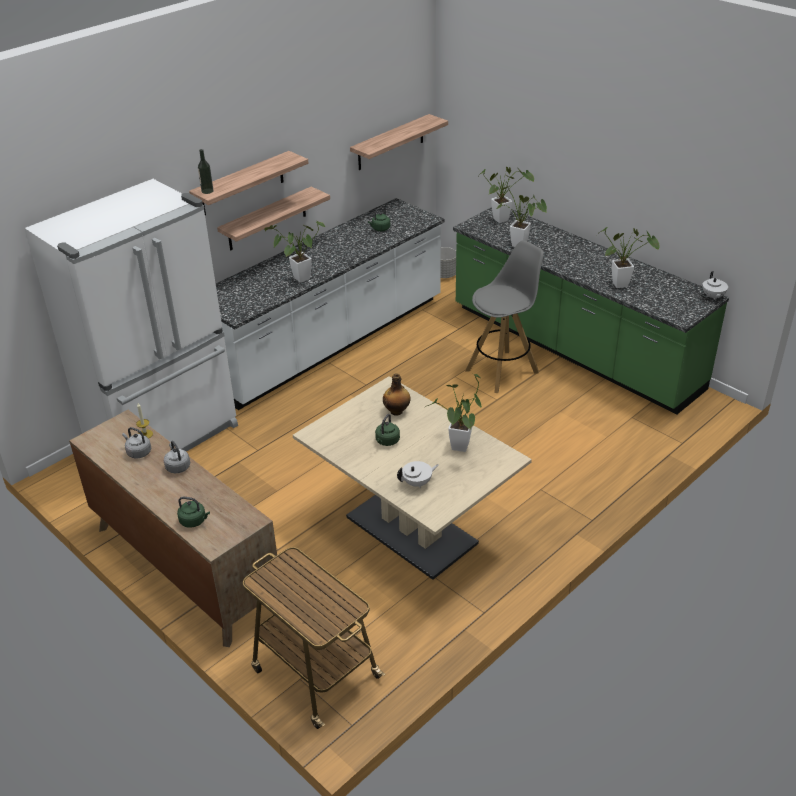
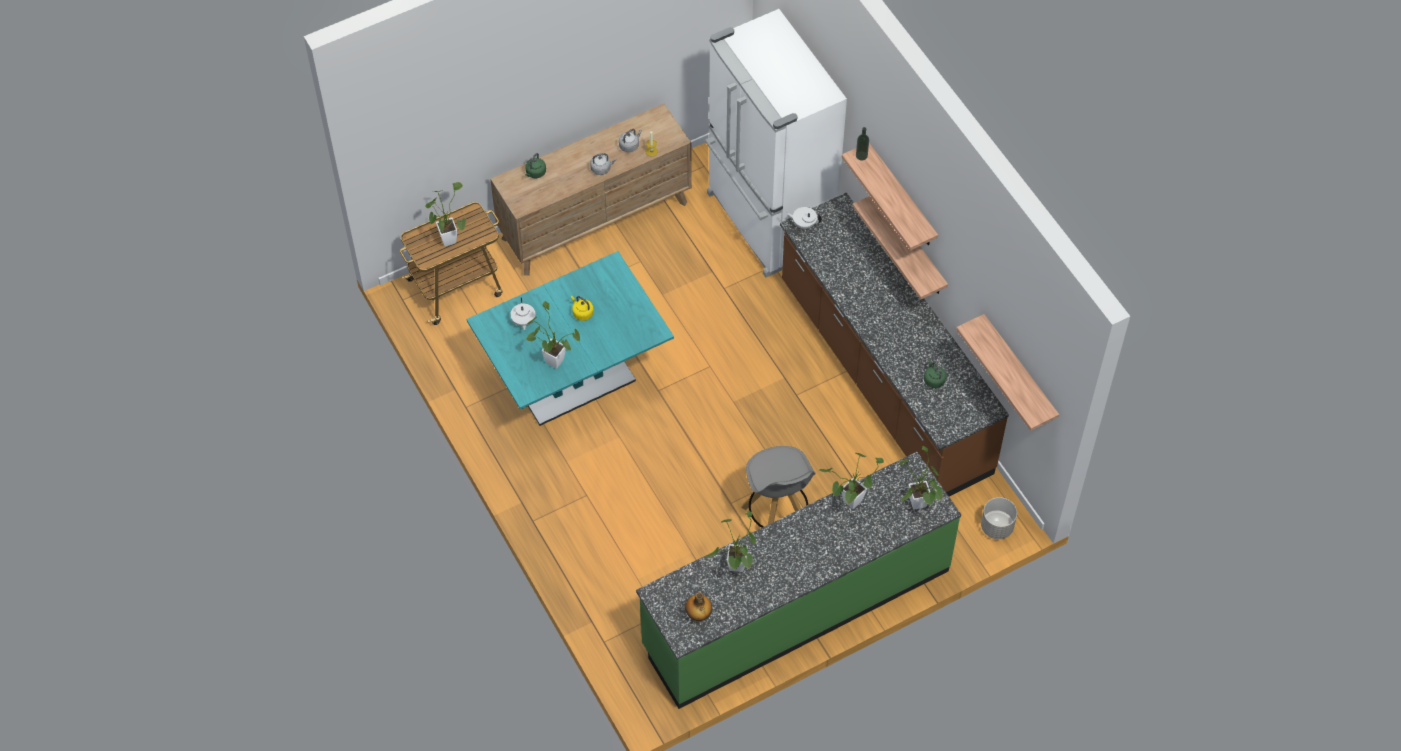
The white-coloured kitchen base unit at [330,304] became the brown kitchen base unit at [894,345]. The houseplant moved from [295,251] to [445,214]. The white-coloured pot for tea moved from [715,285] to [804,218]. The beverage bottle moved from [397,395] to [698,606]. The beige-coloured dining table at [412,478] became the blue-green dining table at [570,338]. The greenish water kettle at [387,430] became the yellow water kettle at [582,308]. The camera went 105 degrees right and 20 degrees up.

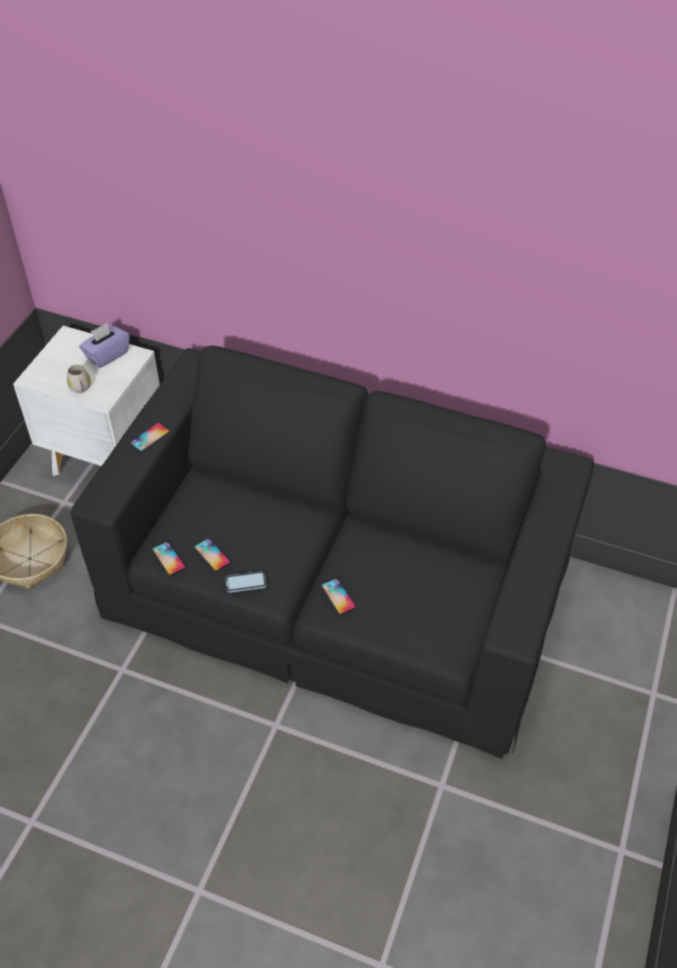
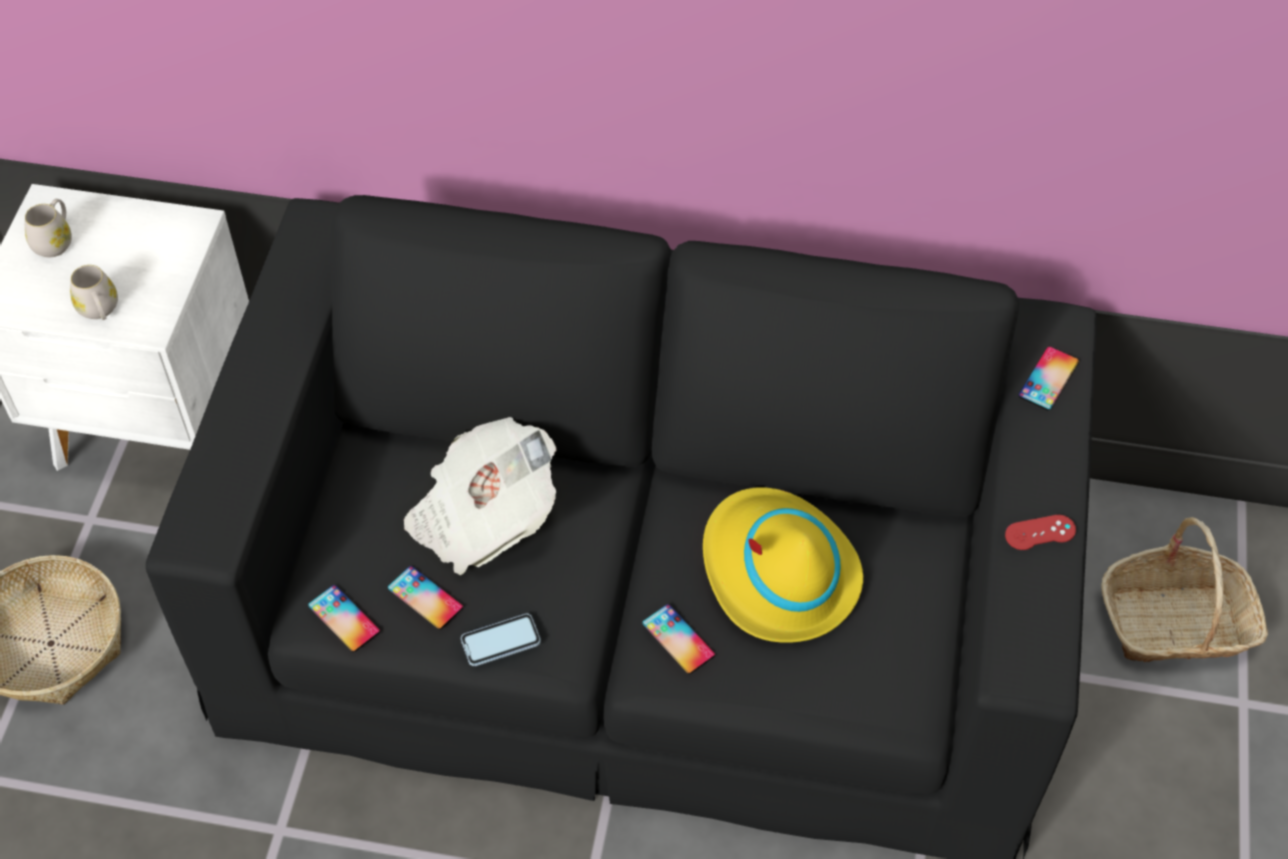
The purplish tissue holder at [104,345] disappeared. The handset moved from [150,437] to [1048,379]. The white-coloured tea mug at [48,228] appeared. The newspaper at [480,496] appeared. The yellow wearable hat at [783,565] appeared. The red joypad at [1040,532] appeared. The storage basket at [1184,589] appeared. The camera went 10 degrees left and 5 degrees up.

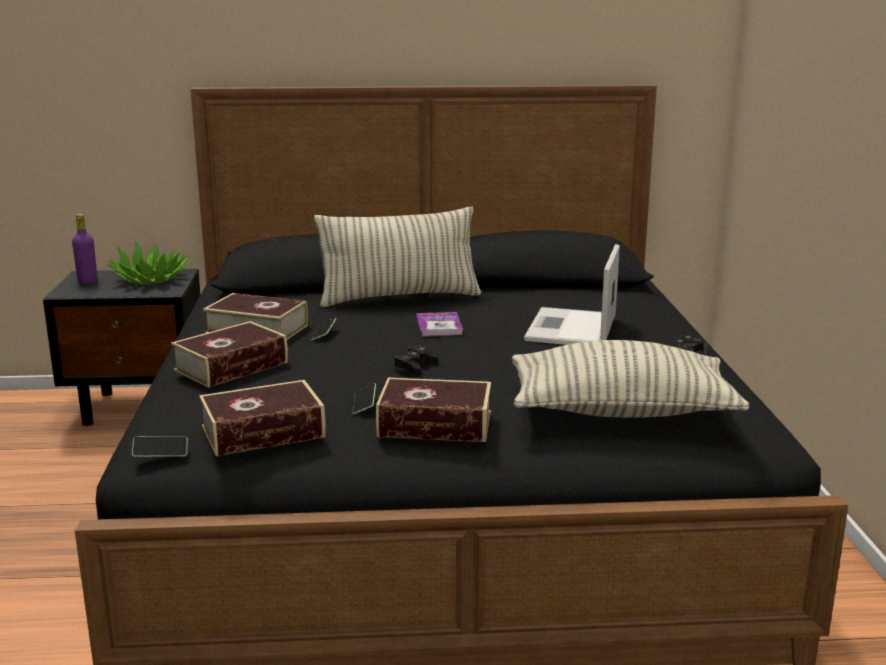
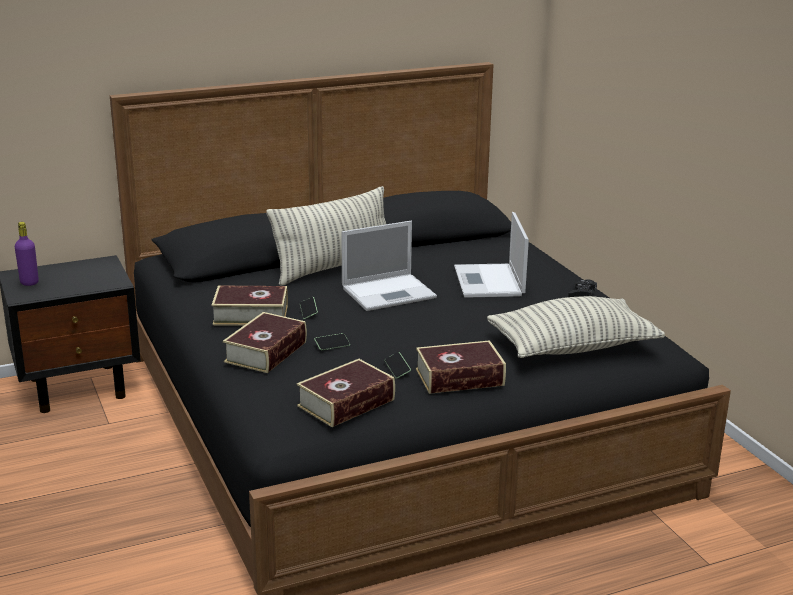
The houseplant at [149,262] disappeared. The bound book at [439,324] was replaced by the notebook computer at [389,266]. The black-coloured joypad at [415,361] disappeared. The handset moved from [160,446] to [332,341]. The camera went 20 degrees left and 5 degrees up.

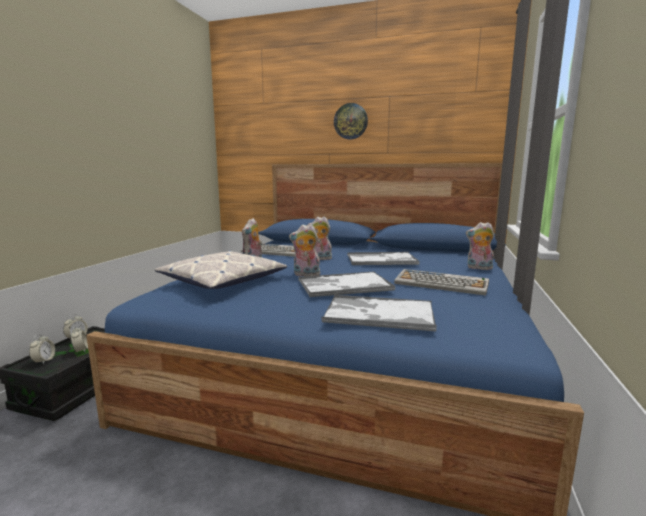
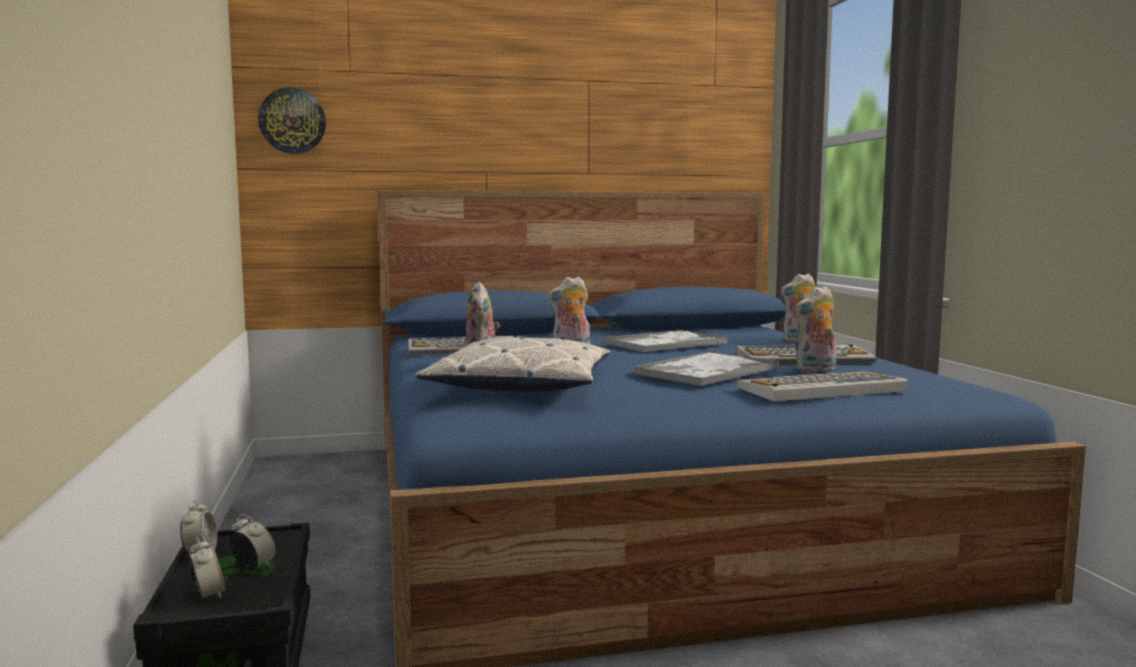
The hanging clock moved from [351,121] to [292,120]. The plush toy moved from [304,250] to [816,329]. The carrying tray at [379,313] was replaced by the PC keyboard at [822,386]. The camera went 30 degrees left and 5 degrees down.

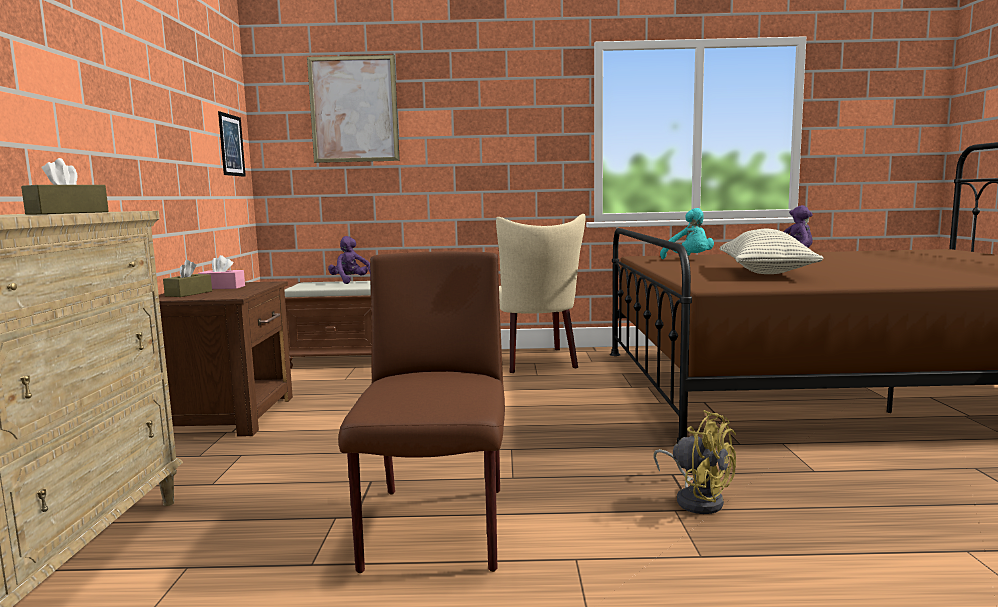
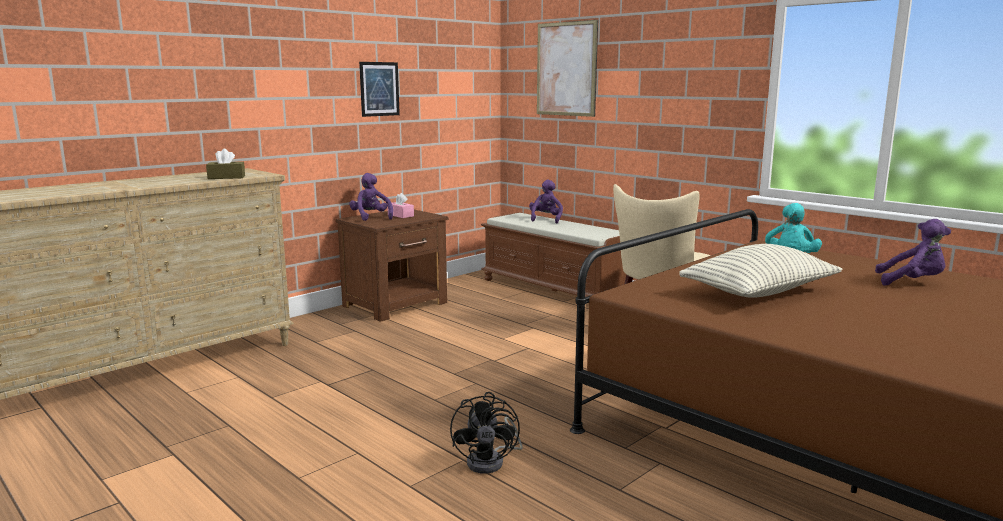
The picture moved from [232,144] to [379,89]. The brown plain chair at [421,412] disappeared. The brown tissue holder at [187,278] was replaced by the purplish plush toy at [371,197]. The yellow cooling fan at [694,462] became the black-coloured cooling fan at [486,433]. The camera went 45 degrees right and 5 degrees up.

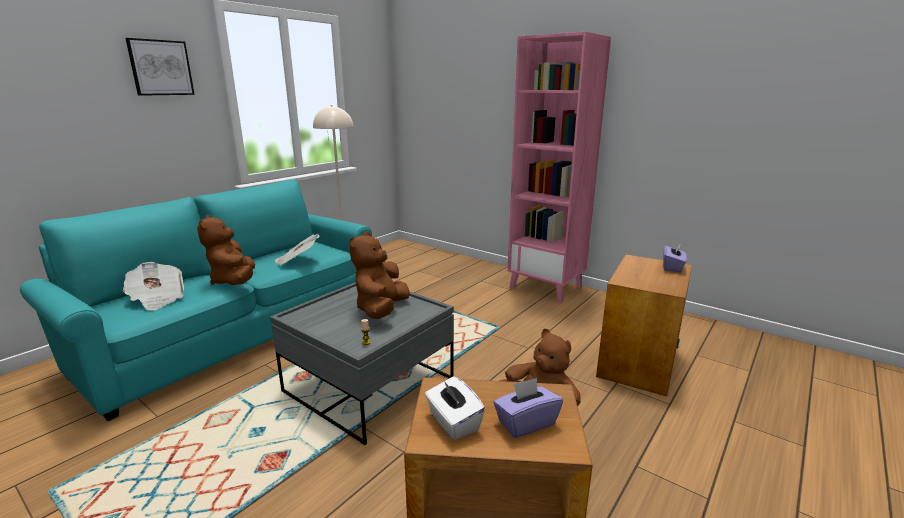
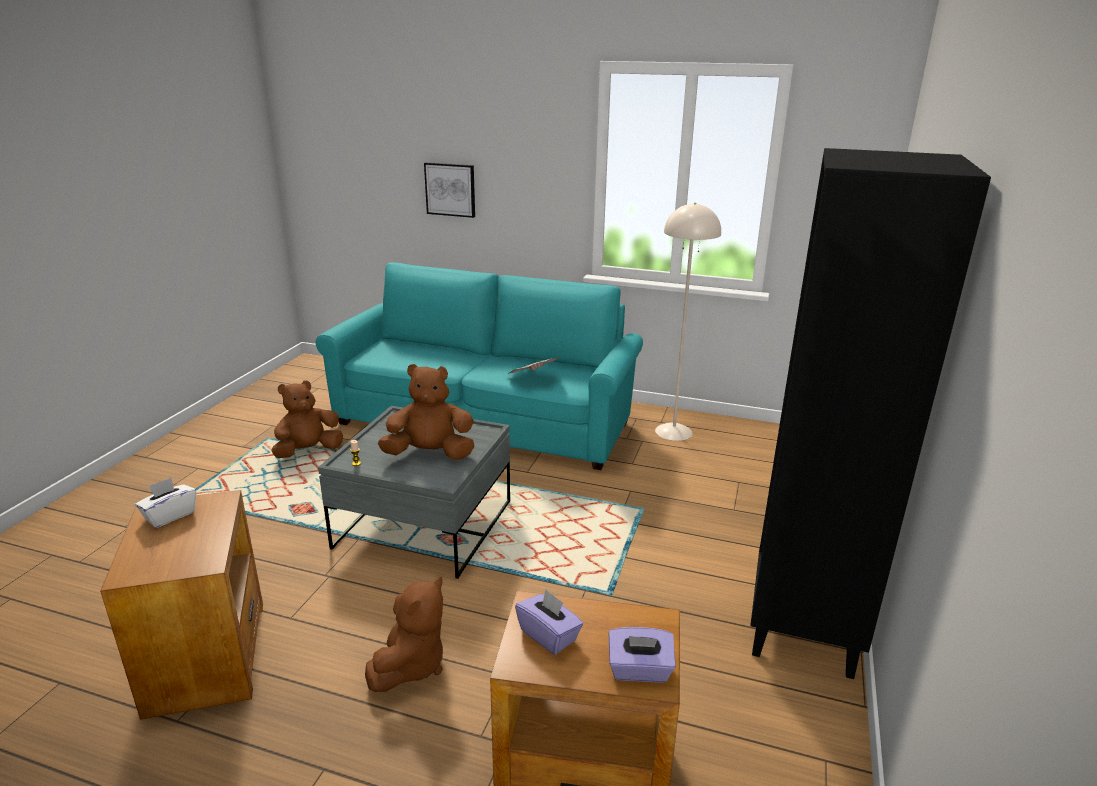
The pink bookshelf at [559,167] became the black-coloured bookshelf at [870,413]. The picture moved from [160,67] to [449,190]. The brown plush toy moved from [226,250] to [307,419]. The newspaper at [153,286] disappeared. The purplish tissue holder moved from [528,408] to [549,622]. The camera went 70 degrees right and 5 degrees up.

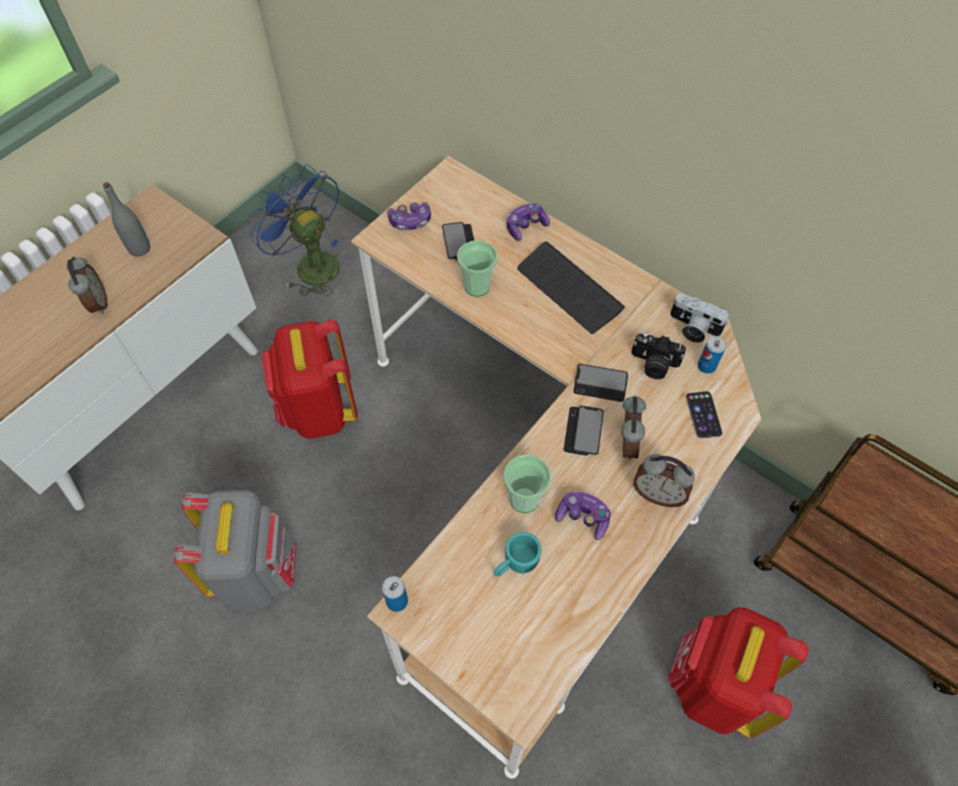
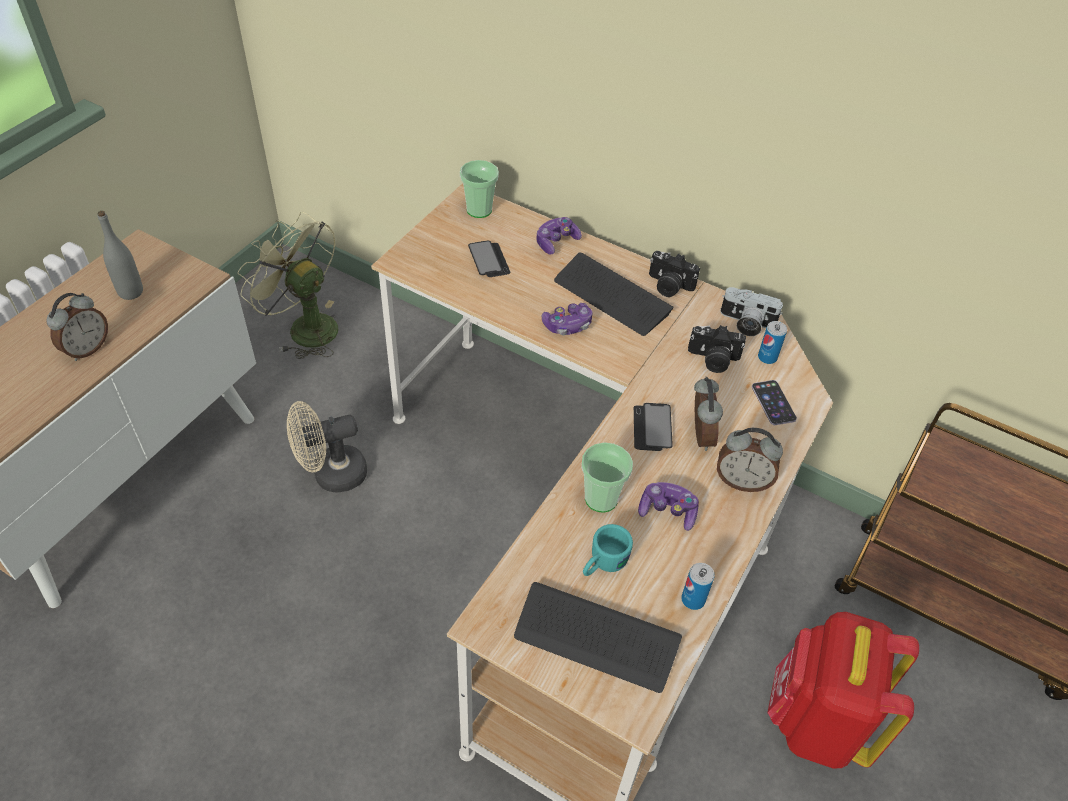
The blue cooling fan at [293,230] became the greenish cooling fan at [288,285]. The joypad moved from [409,216] to [567,319]. The cup moved from [477,268] to [479,189]. The table clock at [87,285] turned 60 degrees clockwise. The red backpack at [309,379] was replaced by the beige-coloured cooling fan at [327,447]. The handset at [600,383] disappeared. The grey backpack at [235,550] disappeared. The can moved from [395,594] to [697,586]. The still camera at [674,274] appeared. The PC keyboard at [598,637] appeared. The camera went 10 degrees left and 10 degrees down.

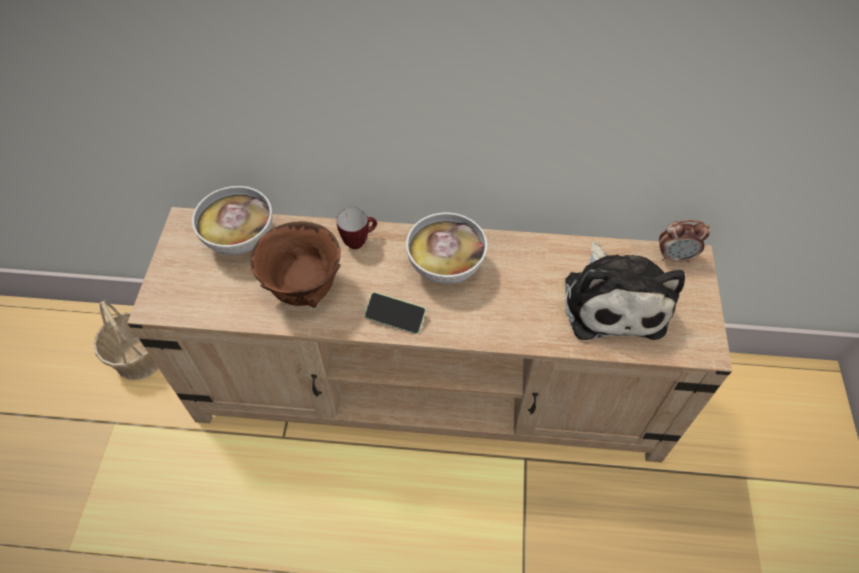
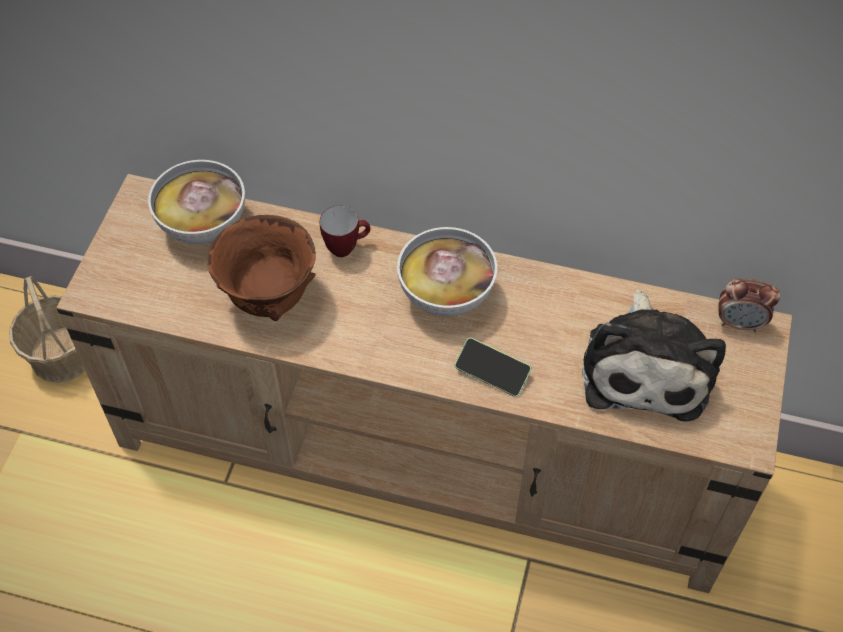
The handset moved from [395,313] to [493,367]. The camera went 10 degrees right and 0 degrees up.

